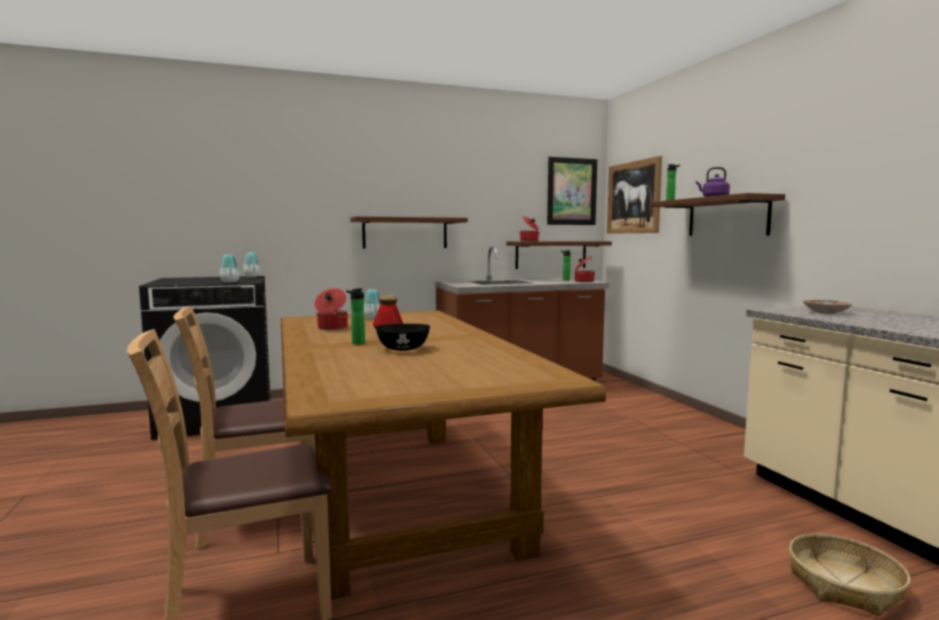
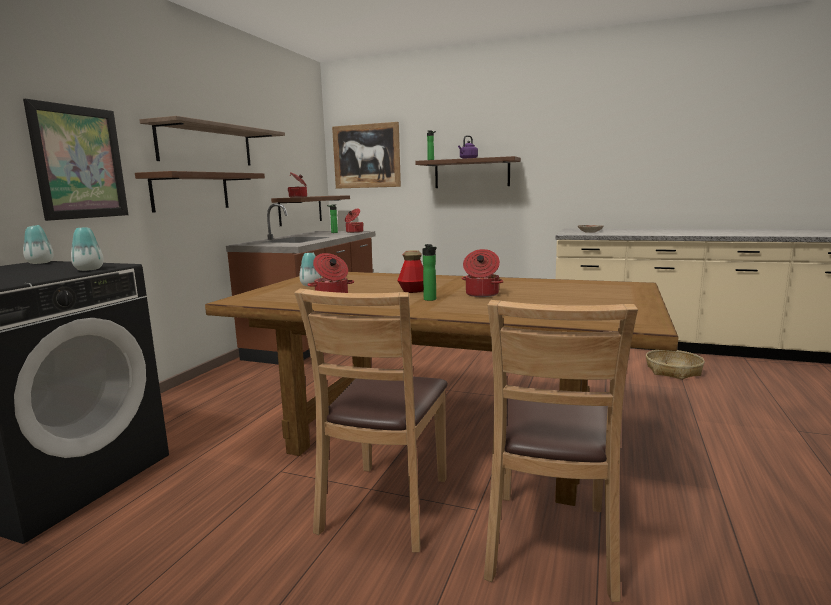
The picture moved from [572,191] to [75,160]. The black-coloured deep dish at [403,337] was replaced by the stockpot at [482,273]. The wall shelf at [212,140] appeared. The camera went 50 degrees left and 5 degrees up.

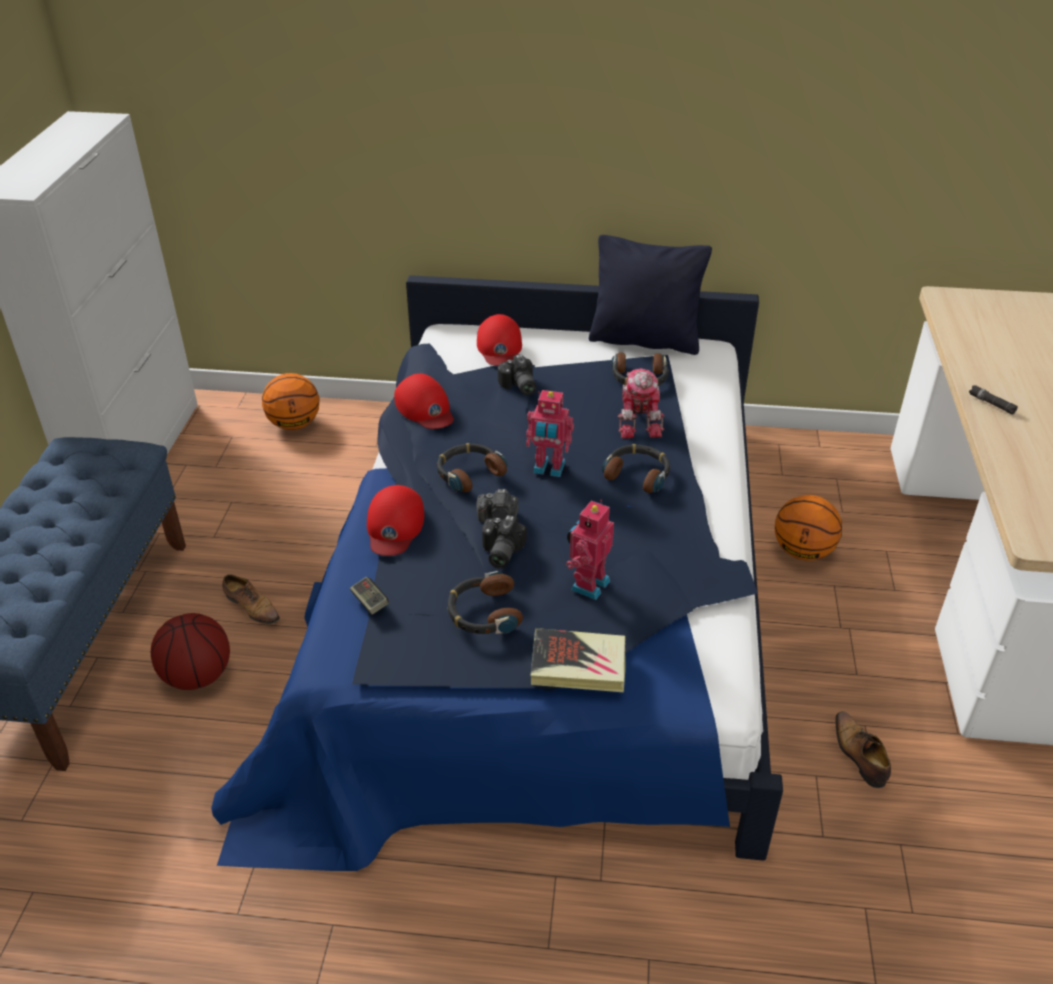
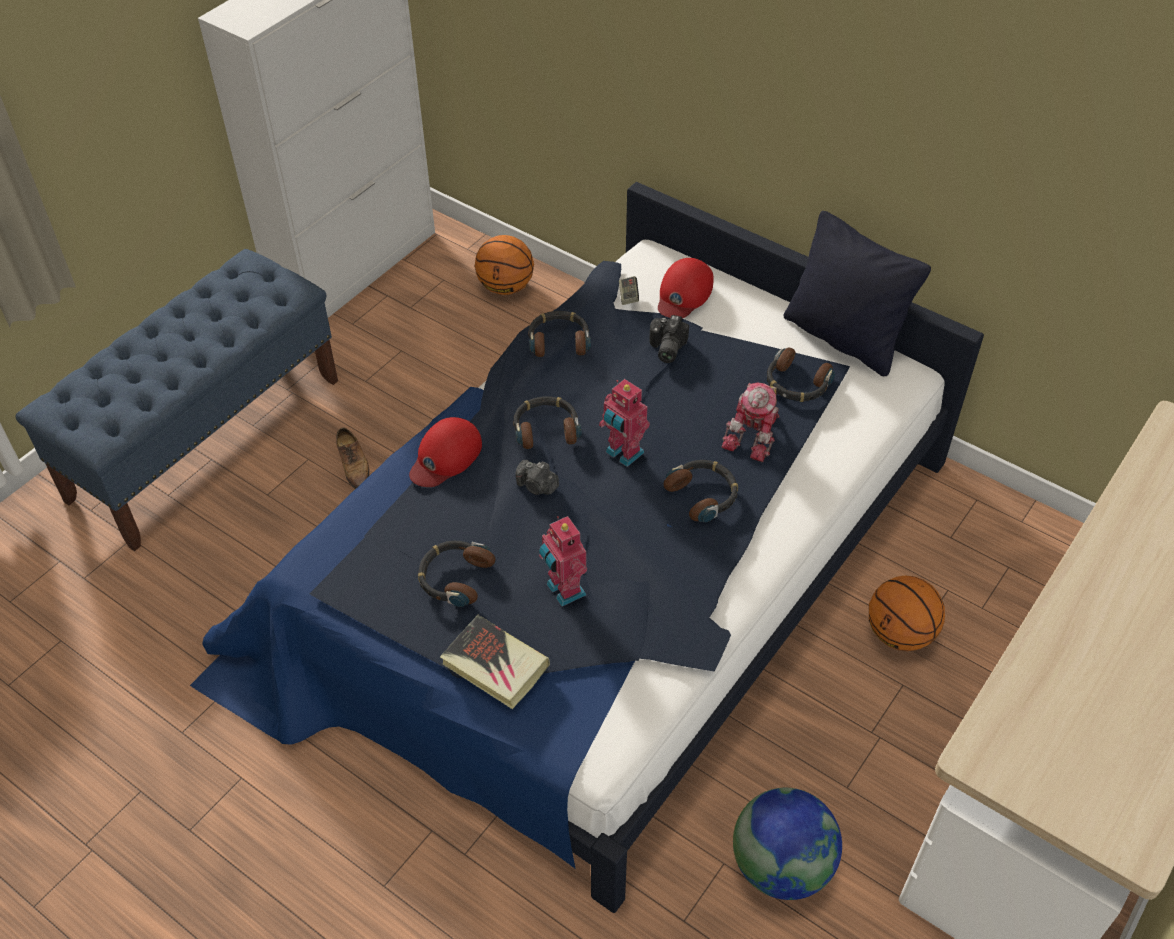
The red baseball cap at [424,401] was replaced by the headset at [559,334]. The black-coloured torch at [993,400] disappeared. The toy robot at [590,550] turned 90 degrees counterclockwise. The still camera at [504,542] disappeared. The joypad moved from [369,596] to [629,290]. The basketball at [190,651] disappeared. The shoe at [863,749] was replaced by the world globe at [787,844]. The camera went 30 degrees right and 10 degrees up.

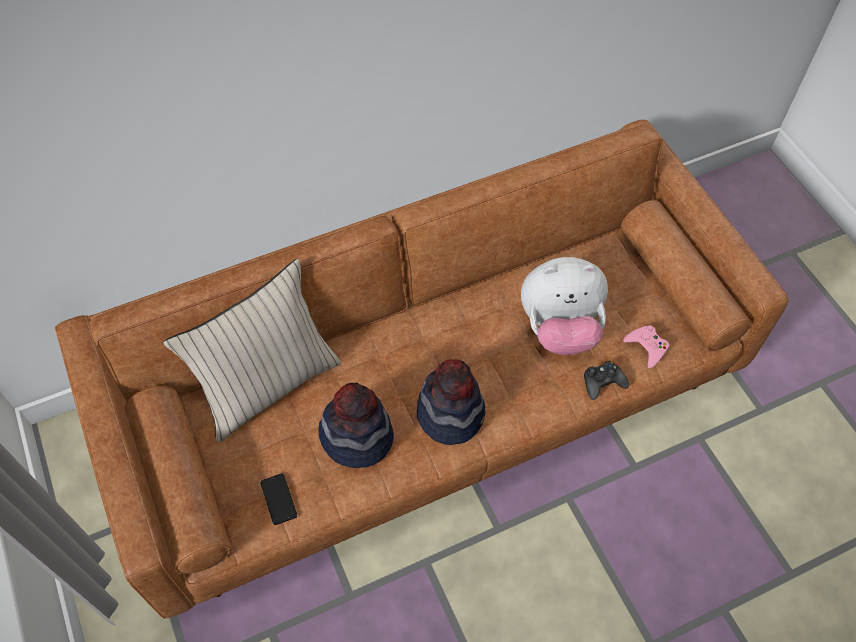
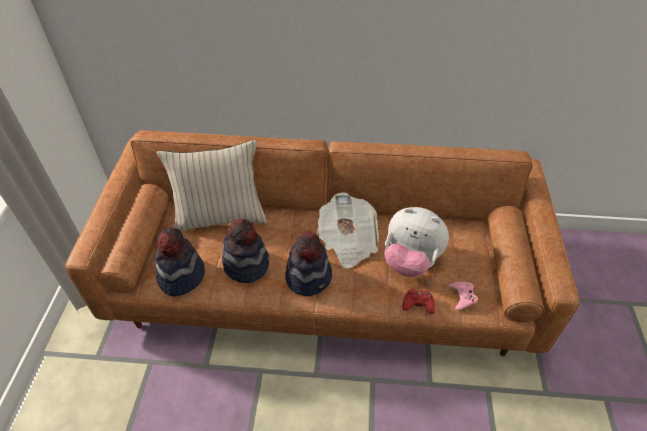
The black-coloured joypad at [606,380] became the red joypad at [419,301]. The handset at [278,499] was replaced by the wearable hat at [180,261]. The newspaper at [348,230] appeared. The camera went 30 degrees right and 10 degrees down.

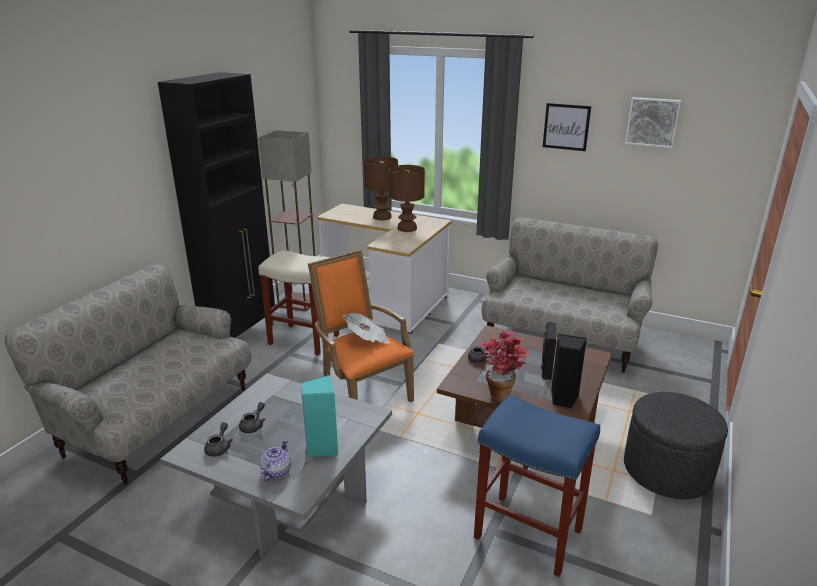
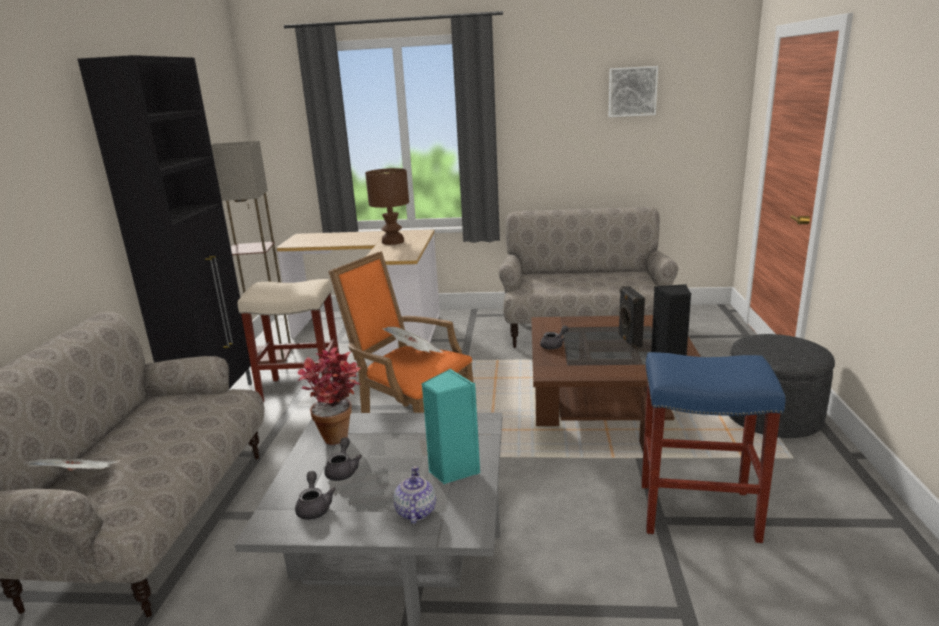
The picture at [567,127] disappeared. The brown lamp for a table at [381,188] disappeared. The houseplant moved from [505,366] to [328,396]. The newspaper at [72,464] appeared. The camera went 20 degrees left and 5 degrees down.

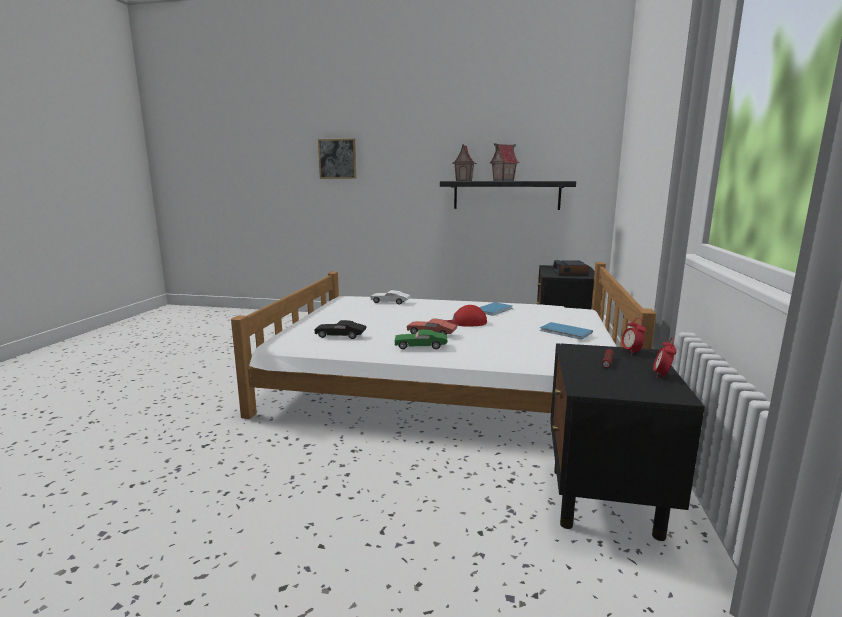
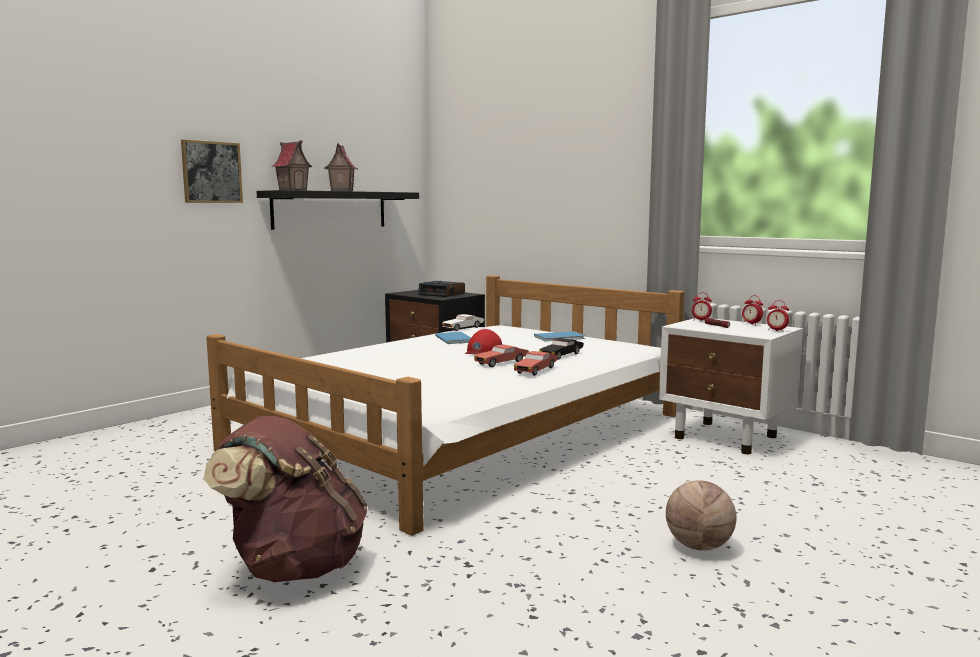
The picture moved from [337,159] to [212,171]. The white-coloured miniature car moved from [390,297] to [463,322]. The black-coloured miniature car moved from [340,329] to [562,349]. The greenish miniature car at [421,339] became the red miniature car at [536,363]. The black-coloured night table at [627,442] became the white-coloured night table at [731,386]. The table clock at [778,316] appeared. The brown backpack at [285,499] appeared. The basketball at [701,515] appeared. The camera went 60 degrees left and 5 degrees down.

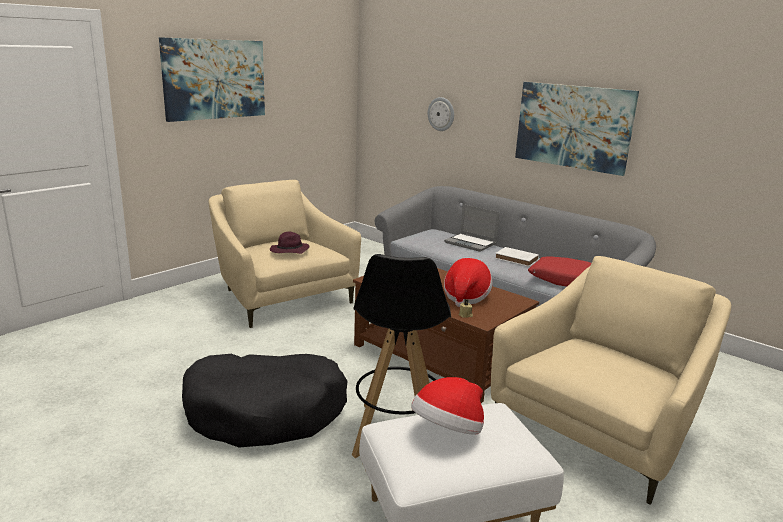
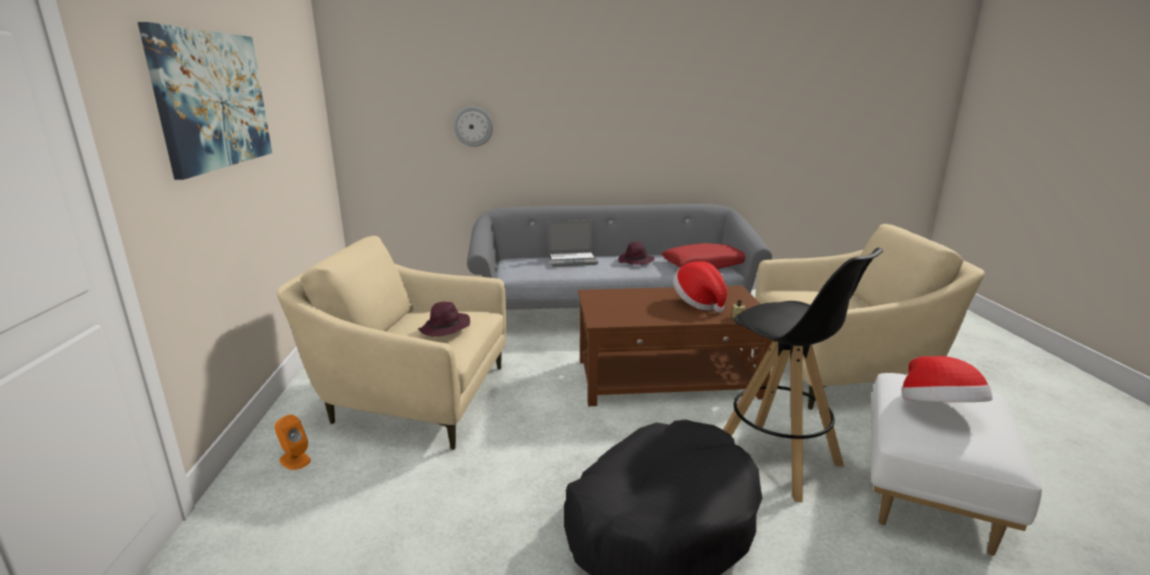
The picture at [577,129] disappeared. The white-coloured bound book at [517,257] was replaced by the purplish wearable hat at [636,253]. The beige-coloured armchair at [611,380] turned 90 degrees clockwise. The orange-coloured audio speaker at [293,442] appeared. The camera went 45 degrees left and 0 degrees up.

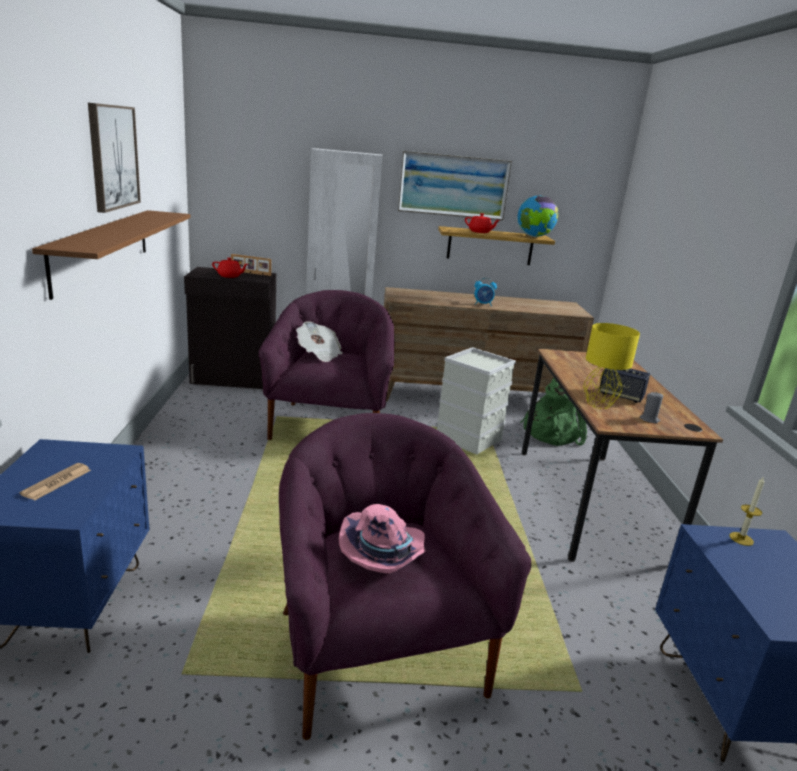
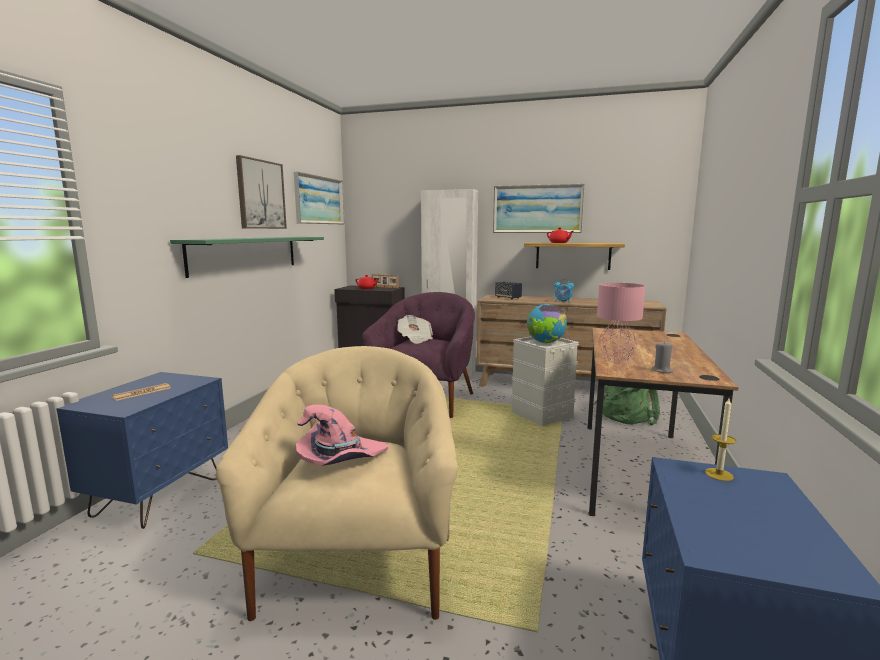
The world globe moved from [537,216] to [547,324]. The brown wall shelf at [111,255] became the greenish wall shelf at [247,257]. The yellow lamp for a table at [611,366] became the pink lamp for a table at [621,323]. The audio speaker moved from [624,385] to [508,290]. The purplish armchair at [405,576] became the beige-coloured armchair at [337,483]. The picture at [319,198] appeared. The camera went 20 degrees right and 10 degrees down.

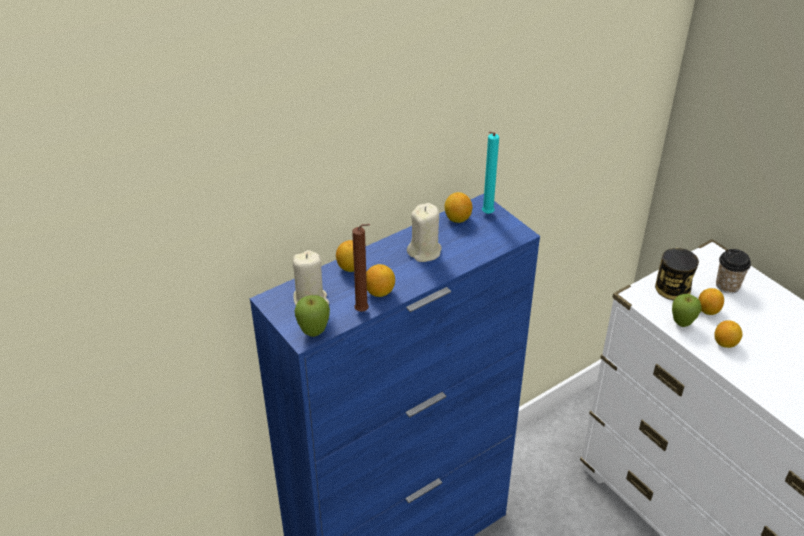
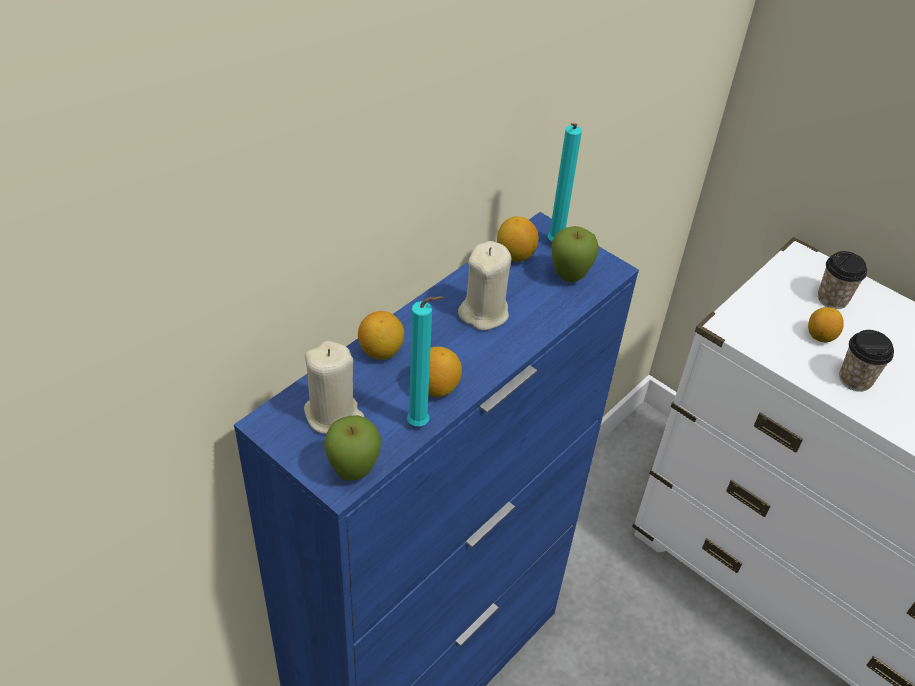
The brown candle at [361,268] became the blue-green candle at [425,361]. The can at [677,274] disappeared. The whole apple moved from [687,310] to [575,254]. The whole lemon at [728,334] was replaced by the cup at [866,361]. The camera went 15 degrees left and 5 degrees up.

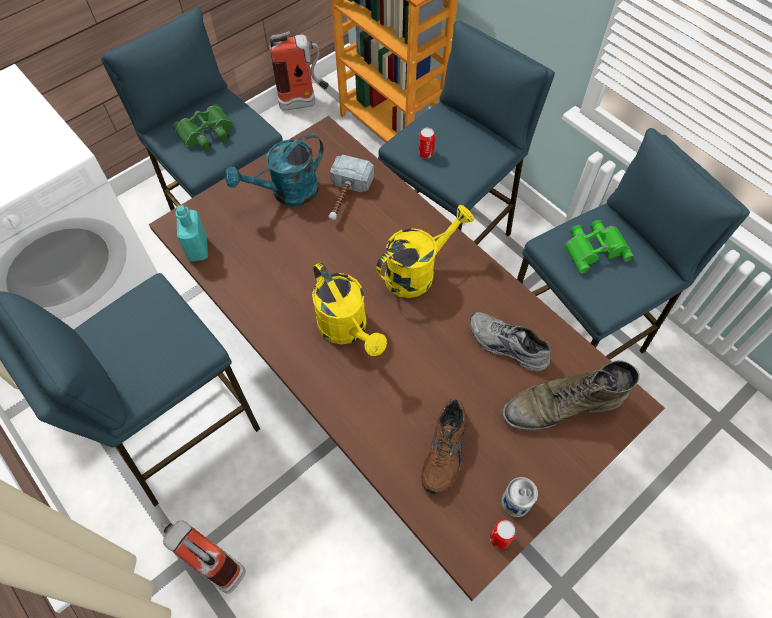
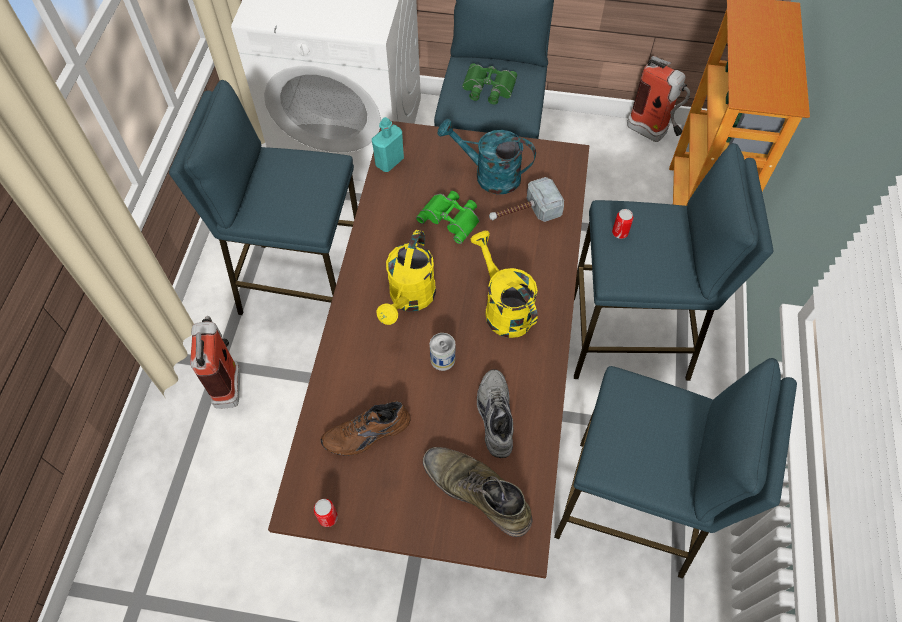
The yellow sprinkling can at [425,251] turned 135 degrees counterclockwise. The greenish pair of binoculars moved from [599,246] to [448,217]. The can moved from [519,497] to [442,352]. The camera went 50 degrees right and 0 degrees up.

